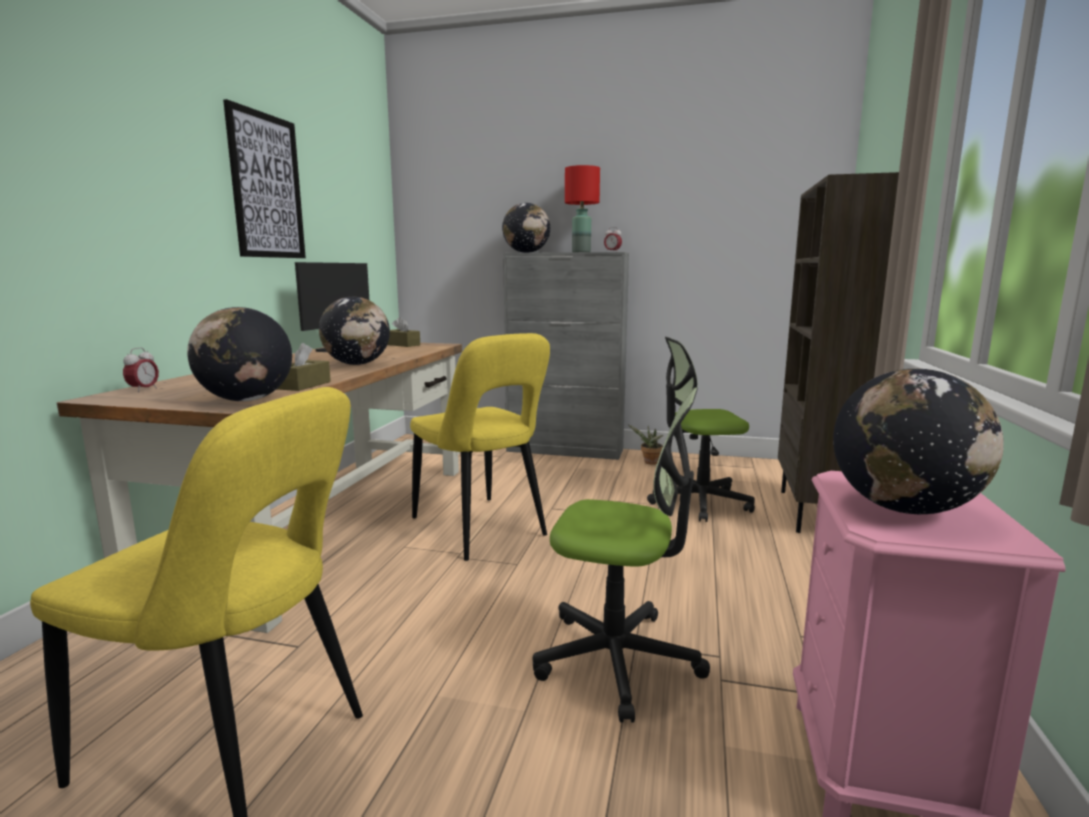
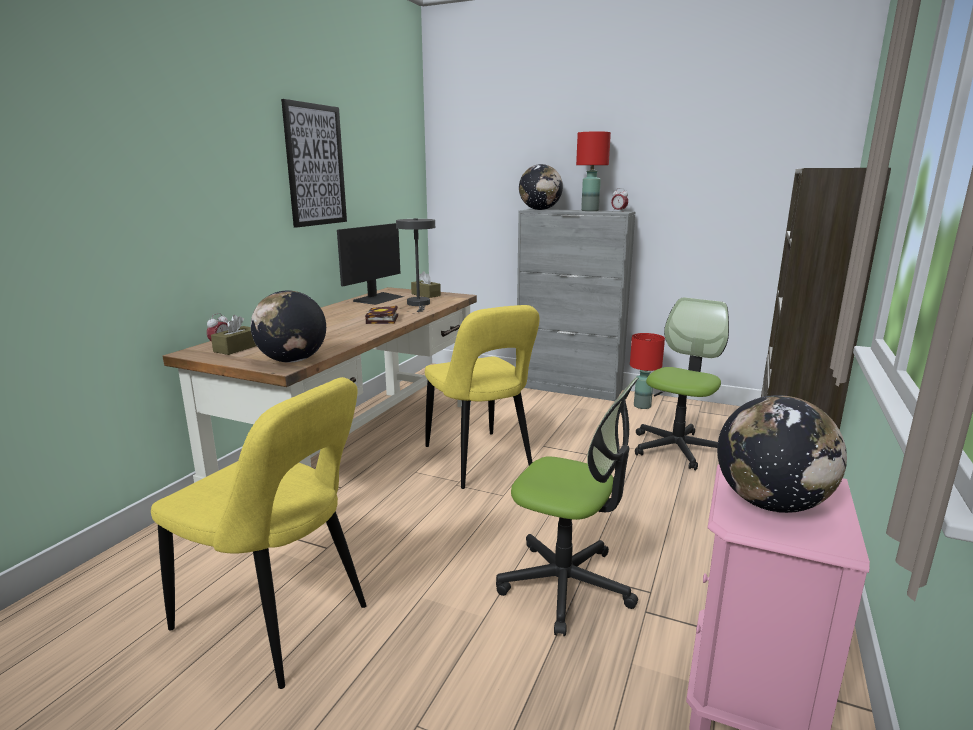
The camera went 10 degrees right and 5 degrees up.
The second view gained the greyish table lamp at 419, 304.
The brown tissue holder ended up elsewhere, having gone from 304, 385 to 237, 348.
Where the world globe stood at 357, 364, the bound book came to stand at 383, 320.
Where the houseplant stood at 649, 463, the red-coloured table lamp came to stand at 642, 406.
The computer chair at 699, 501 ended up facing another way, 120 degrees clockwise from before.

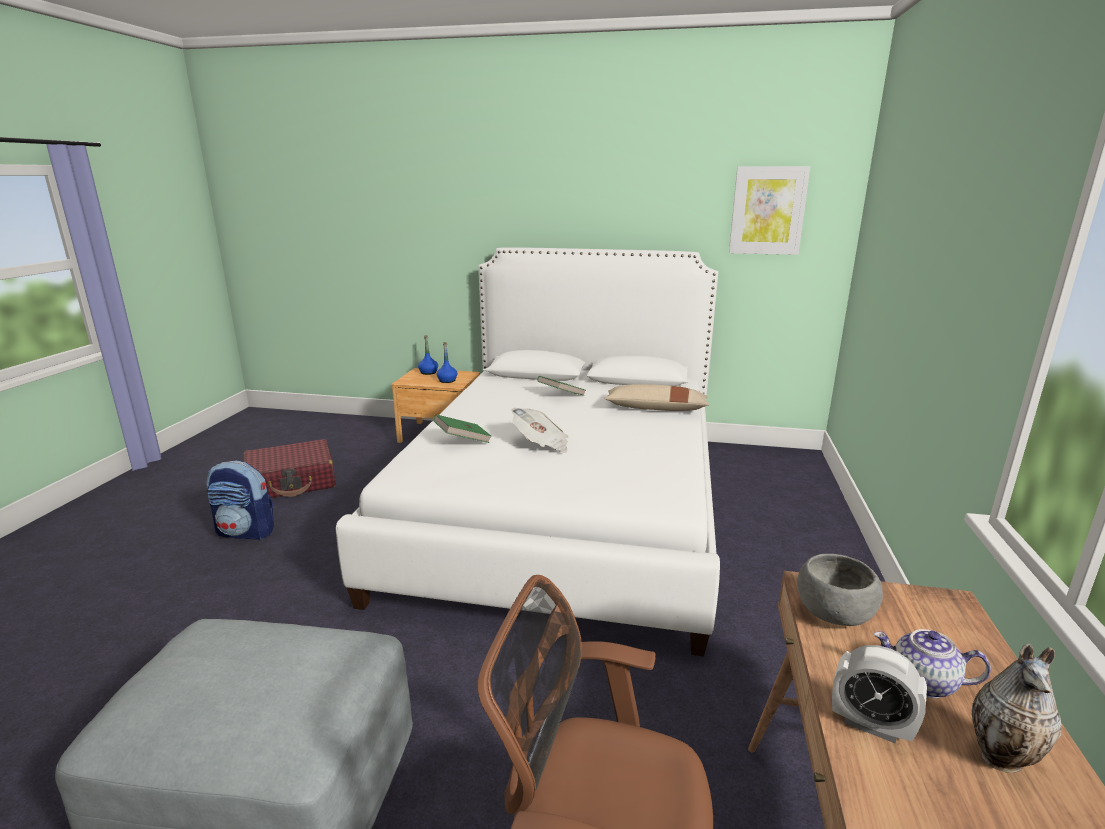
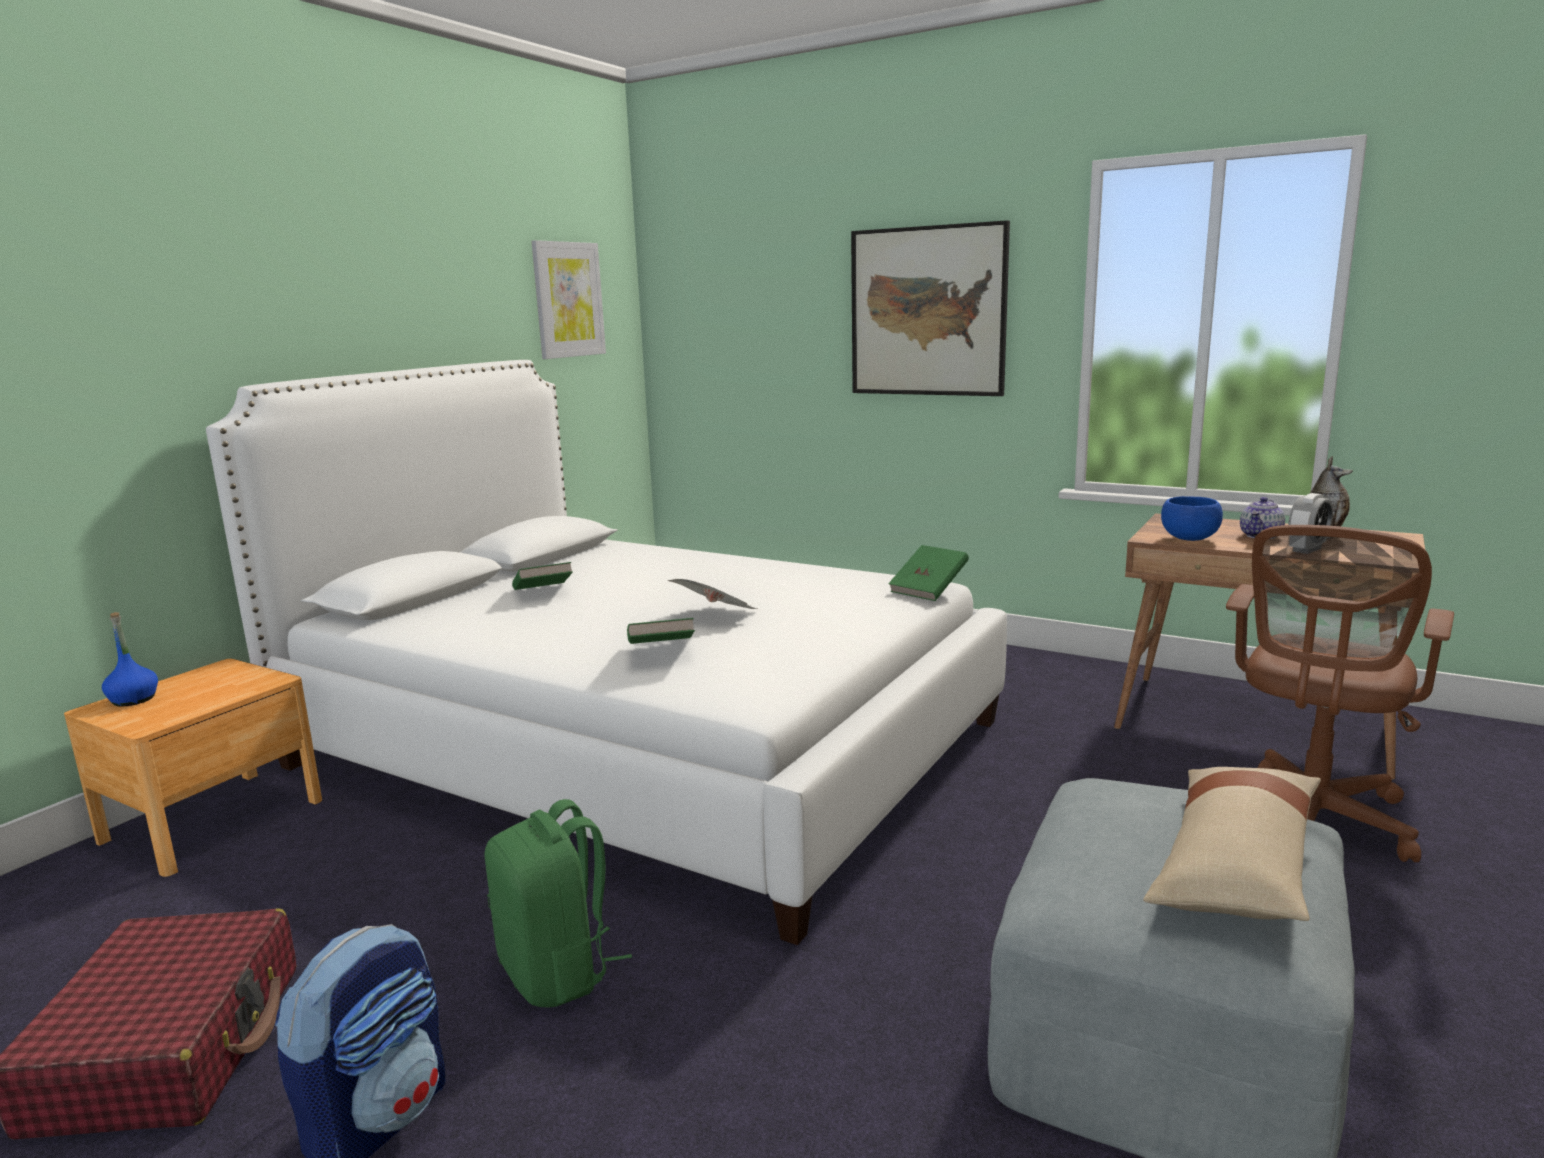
The camera went 70 degrees left and 5 degrees down.
The second view lost the blue-coloured drink bottle at 447, 380.
The second view gained the green-coloured backpack at 557, 972.
The second view gained the picture at 928, 312.
The second view gained the green-coloured bound book at 928, 590.
The beige throw pillow ended up elsewhere, having gone from 656, 409 to 1236, 865.
What was the greyish bowl at 833, 614 turned into the blue-coloured bowl at 1188, 539.

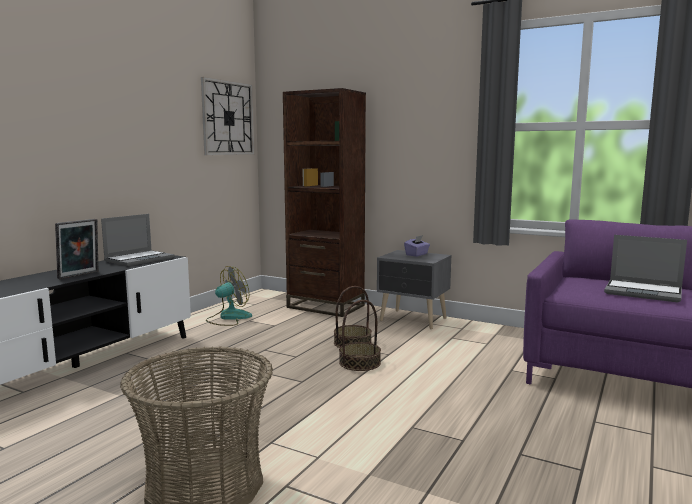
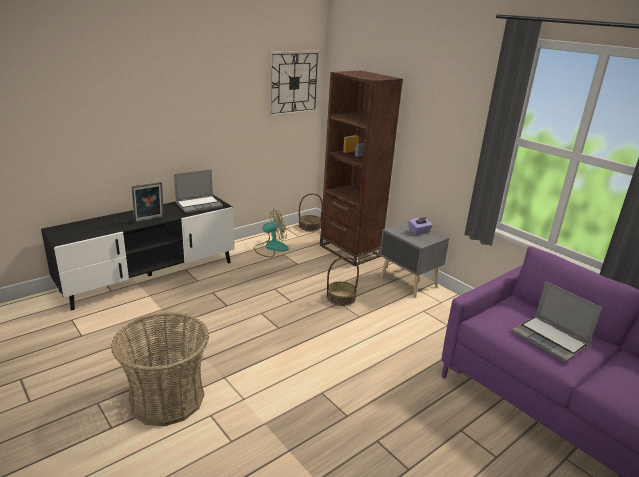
The camera went 20 degrees right and 15 degrees up.
The storage basket ended up elsewhere, having gone from 359, 363 to 310, 226.

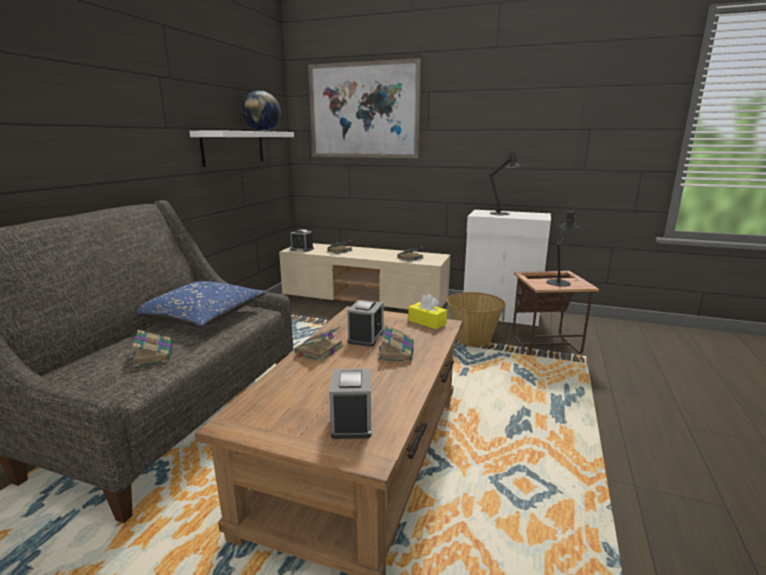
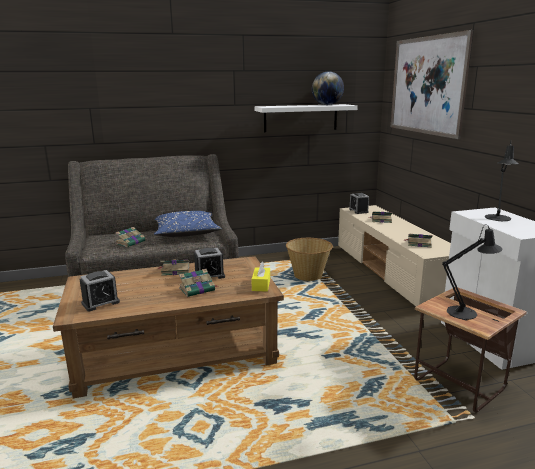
The camera went 55 degrees right and 0 degrees up.
The storage basket ended up elsewhere, having gone from 473, 339 to 308, 275.

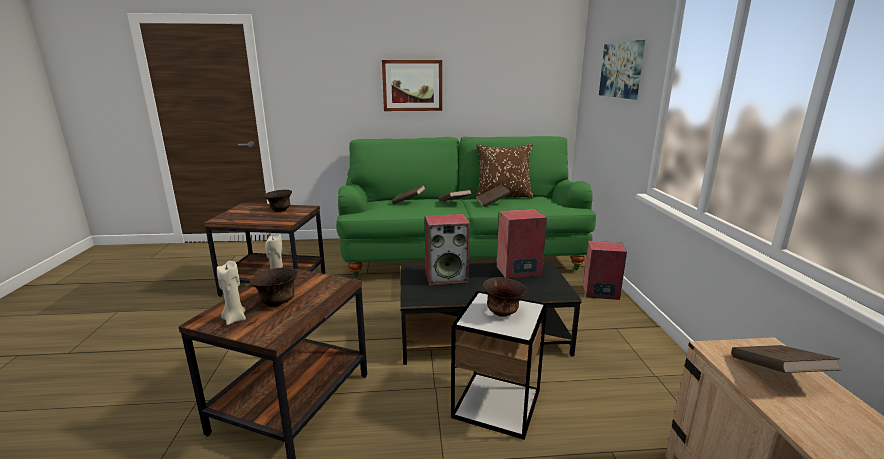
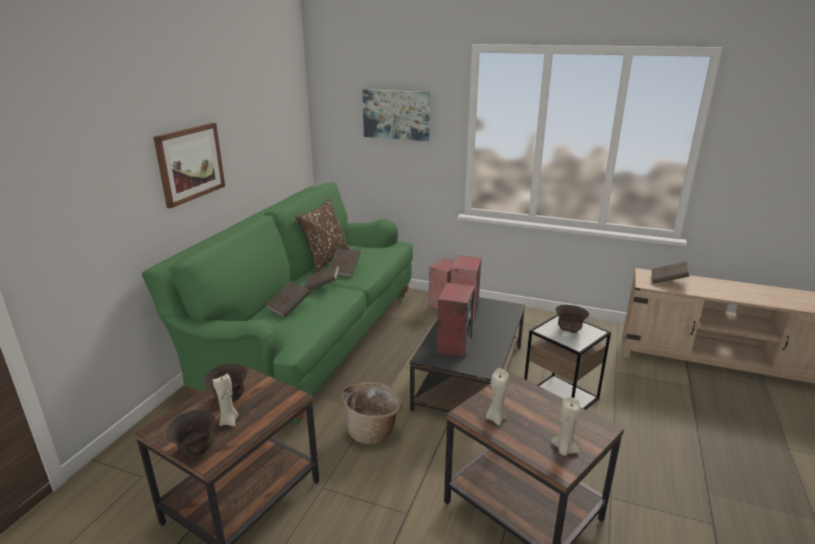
The camera went 65 degrees left and 5 degrees up.
The second view gained the beige wax candle at 229, 421.
The second view gained the storage basket at 373, 431.
The brown bowl ended up elsewhere, having gone from 278, 303 to 196, 450.

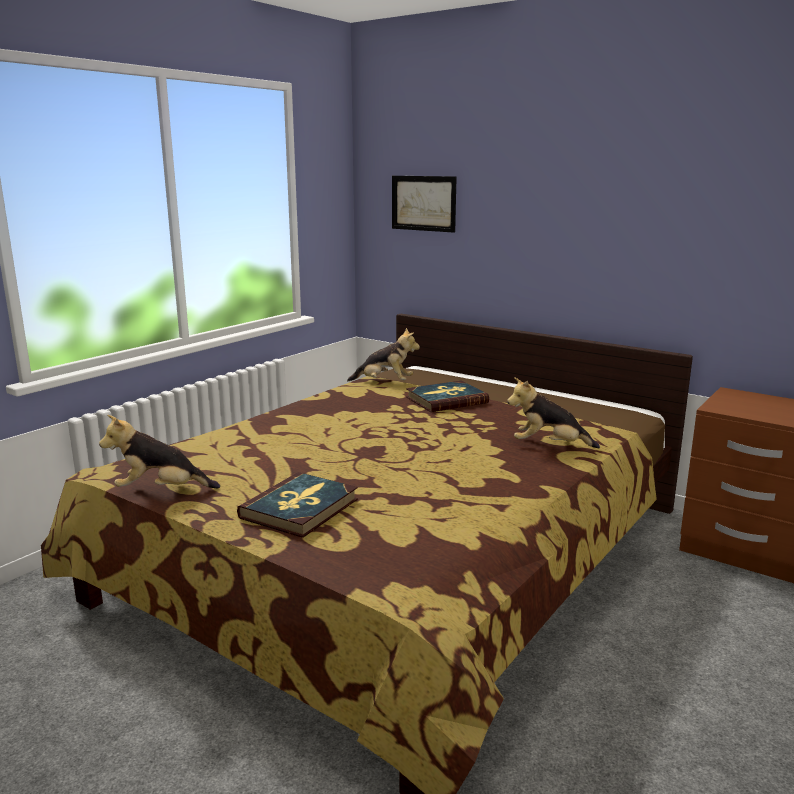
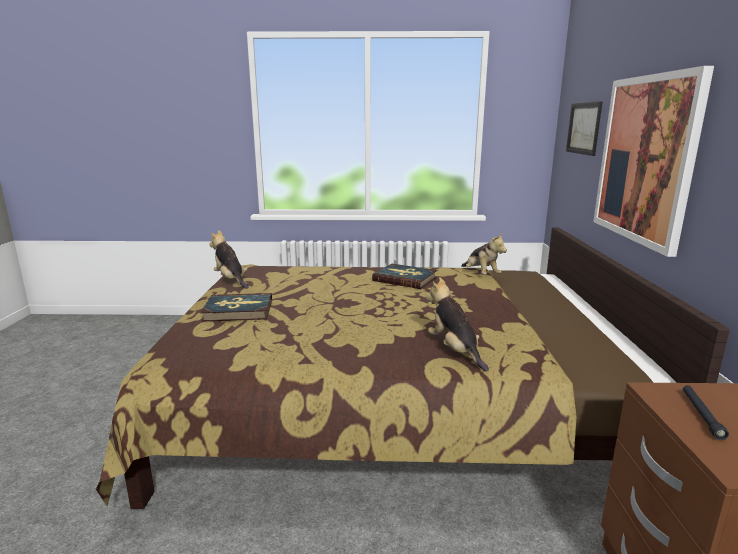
The camera went 55 degrees right and 0 degrees up.
The second view gained the picture at 645, 159.
The second view gained the black-coloured flashlight at 701, 415.
The bound book ended up elsewhere, having gone from 446, 400 to 405, 279.

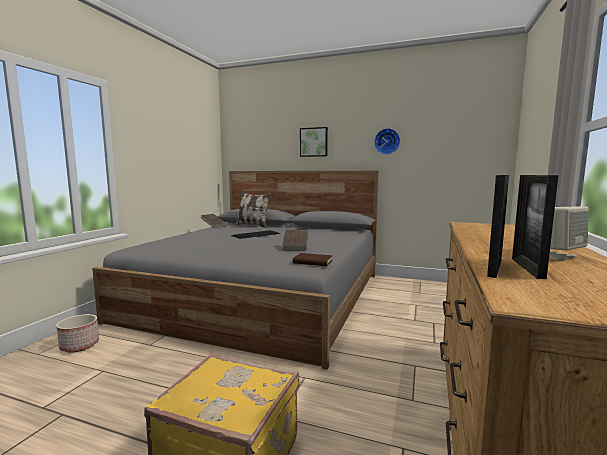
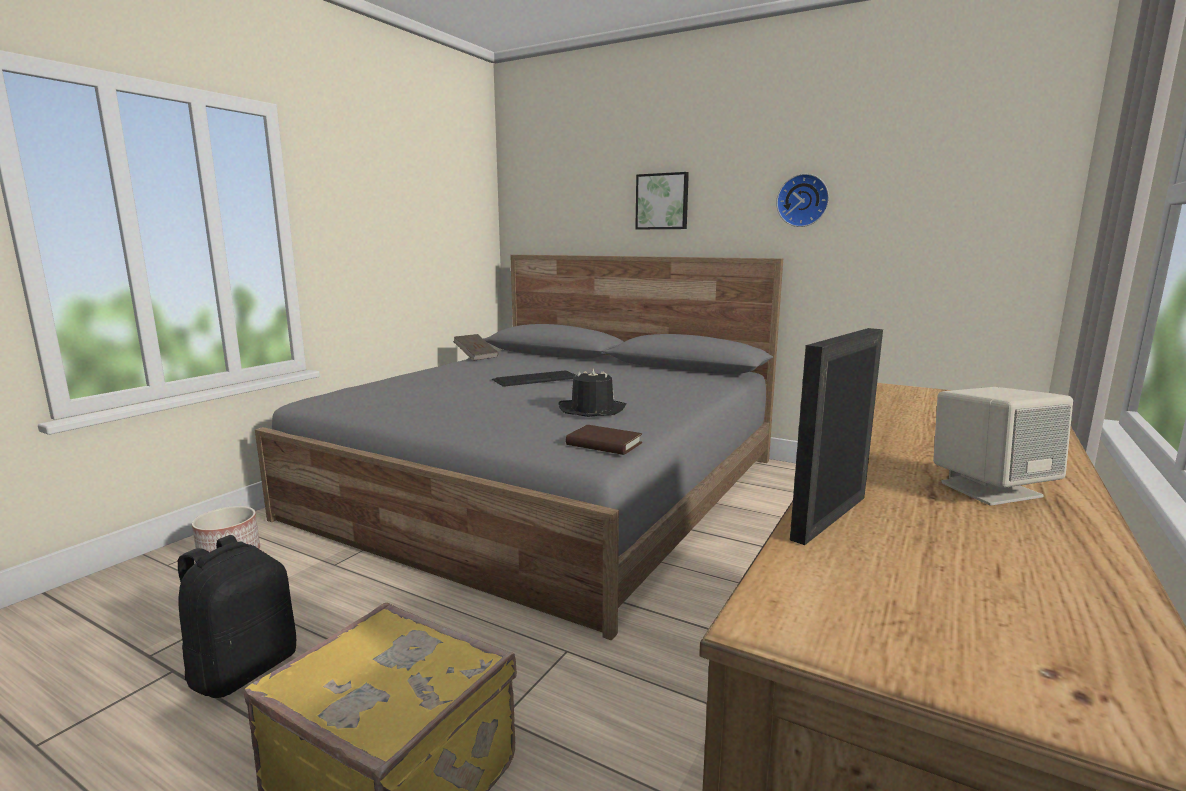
The camera went 10 degrees right and 5 degrees up.
The second view lost the throw pillow at 252, 226.
The second view lost the standing frame at 527, 268.
The second view gained the black-coloured backpack at 244, 669.
Where the brown bound book stood at 295, 247, the black-coloured hat came to stand at 592, 410.

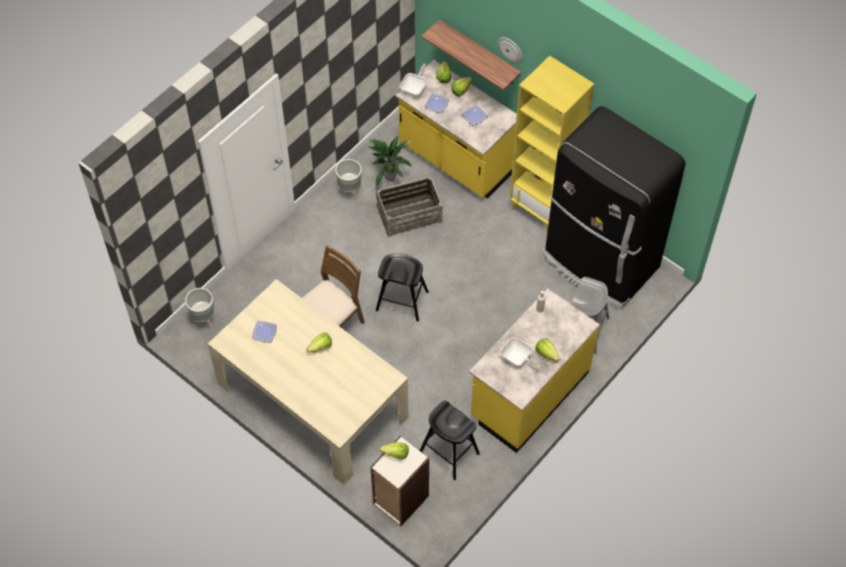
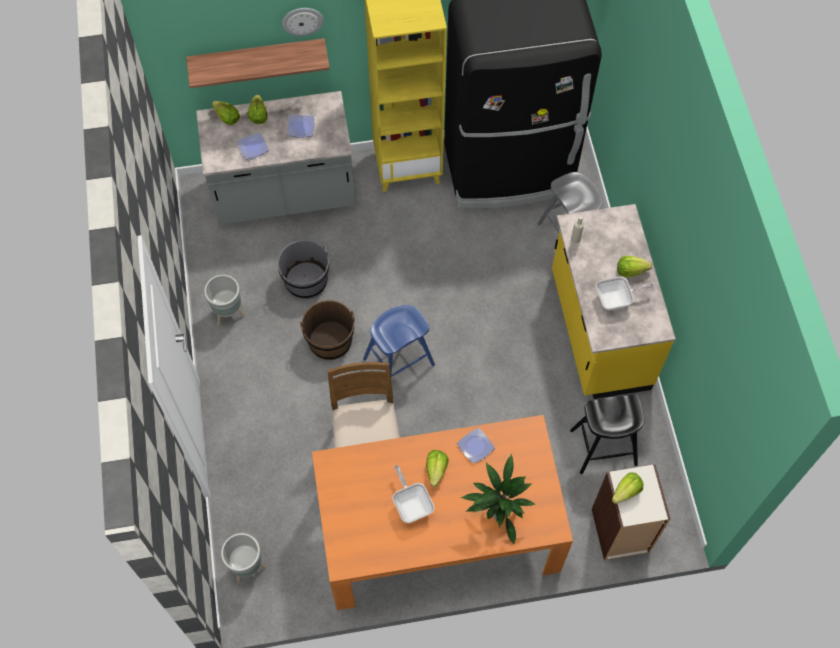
The camera went 50 degrees left and 5 degrees up.
The second view gained the brown bucket at 330, 341.
The flat dish ended up elsewhere, having gone from 265, 332 to 476, 446.
The houseplant ended up elsewhere, having gone from 390, 176 to 498, 512.
The skillet ended up elsewhere, having gone from 415, 89 to 411, 503.
Where the shipping crate stood at 409, 214, the greyish bucket came to stand at 306, 281.
What was the beige dining table at 312, 400 turned into the orange-coloured dining table at 438, 529.
What was the black-coloured stool at 402, 301 turned into the blue-coloured stool at 398, 362.
What was the yellow-coloured kitchen counter at 456, 160 turned into the greyish kitchen counter at 285, 196.

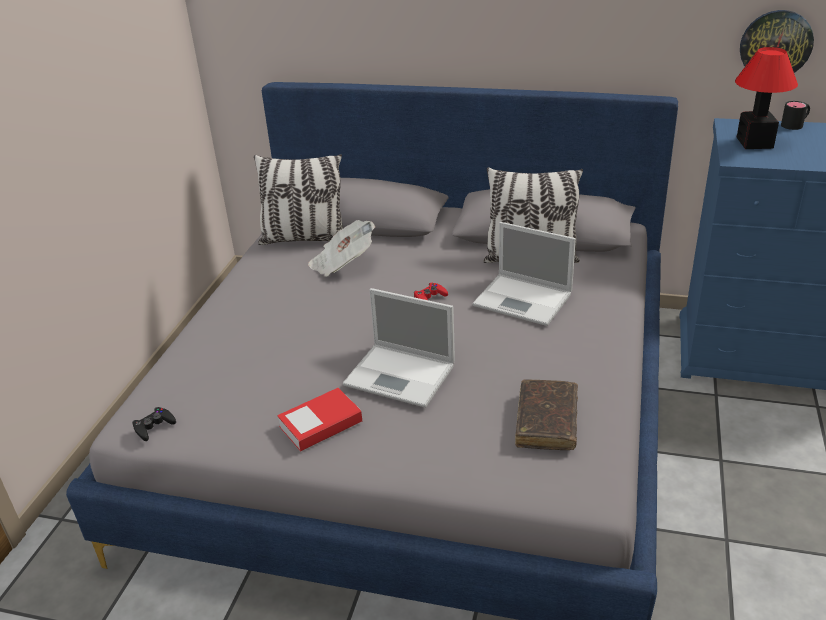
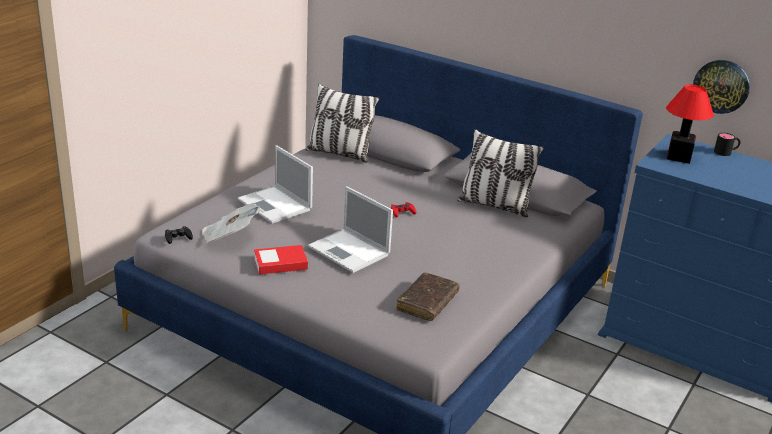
The camera went 15 degrees right and 5 degrees down.
The daily paper ended up elsewhere, having gone from 342, 264 to 229, 236.
The portable computer ended up elsewhere, having gone from 524, 300 to 275, 205.

